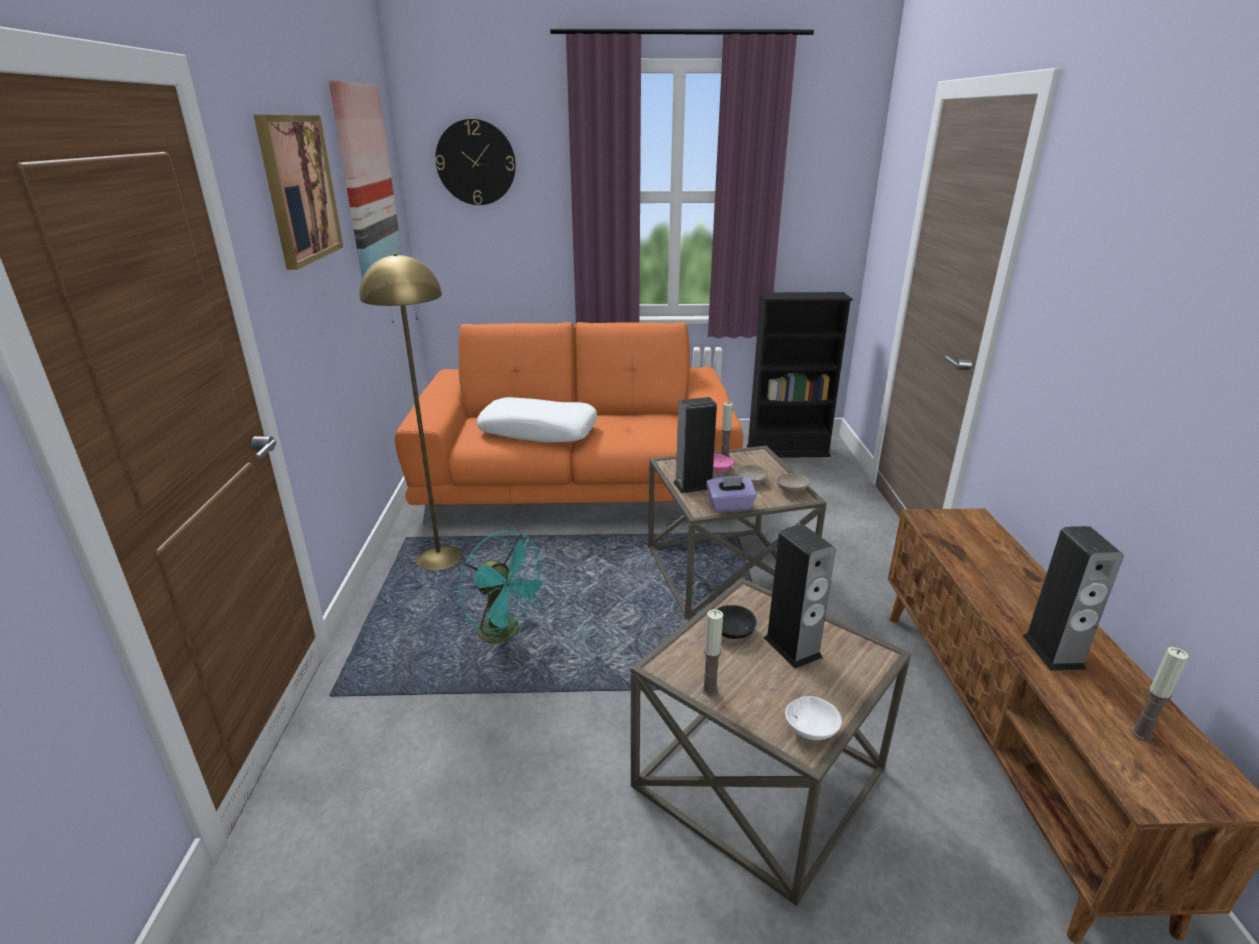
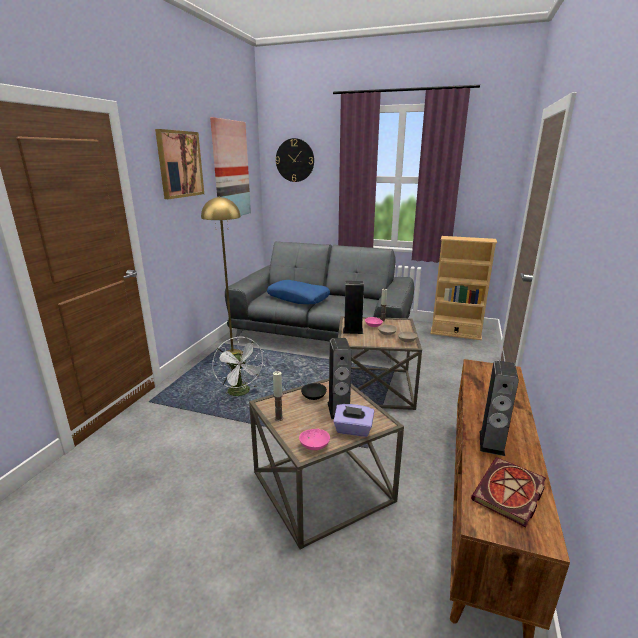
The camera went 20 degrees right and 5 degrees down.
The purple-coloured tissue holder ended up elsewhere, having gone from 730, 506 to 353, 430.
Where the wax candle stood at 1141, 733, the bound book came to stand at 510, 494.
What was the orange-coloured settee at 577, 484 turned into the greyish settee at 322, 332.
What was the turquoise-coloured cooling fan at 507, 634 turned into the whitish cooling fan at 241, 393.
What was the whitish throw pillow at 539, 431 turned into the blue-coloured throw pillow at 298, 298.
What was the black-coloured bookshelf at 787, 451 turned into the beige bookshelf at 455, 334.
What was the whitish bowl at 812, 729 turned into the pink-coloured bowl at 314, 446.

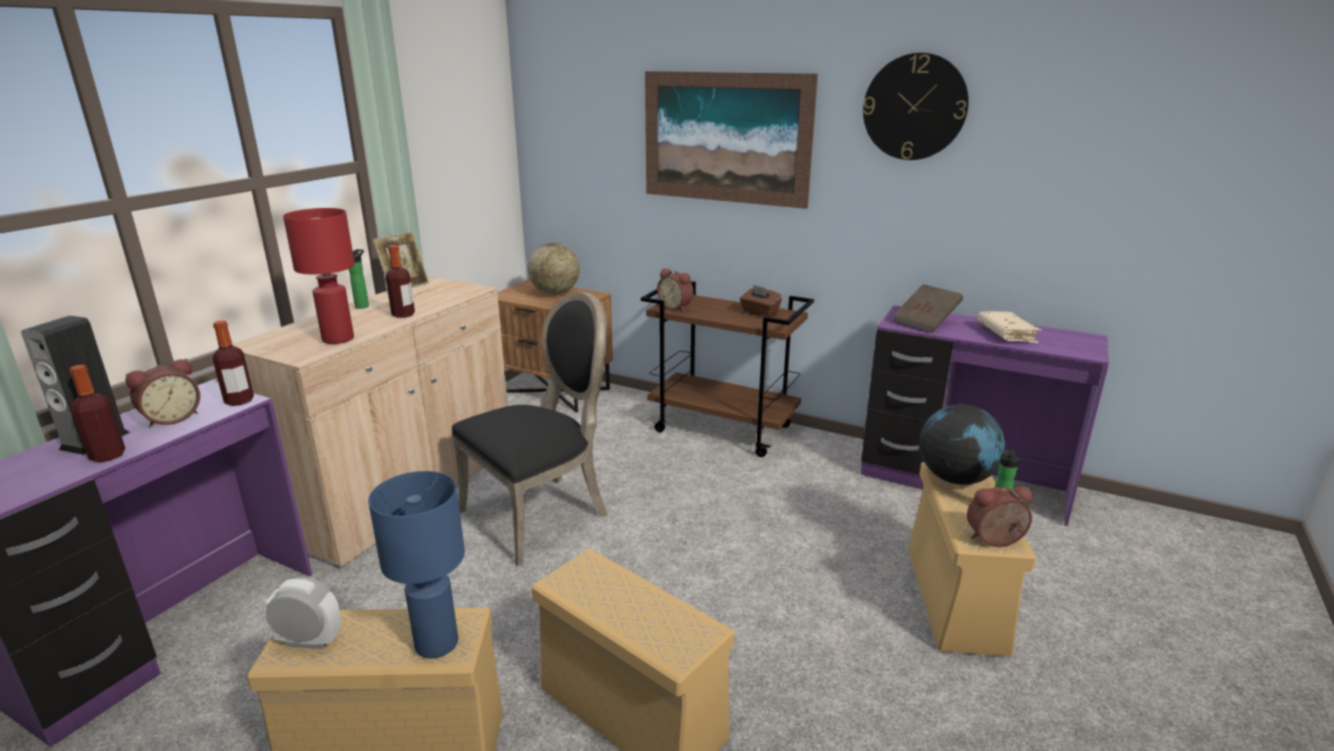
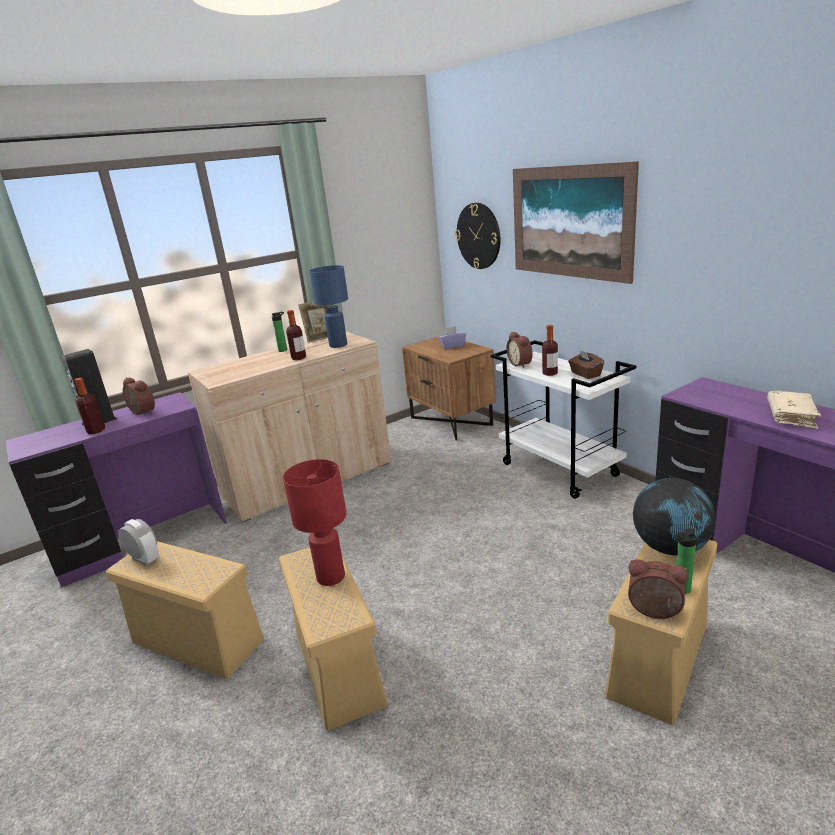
The camera went 30 degrees right and 0 degrees up.
The second view lost the black-coloured plain chair at 541, 513.
The second view lost the brown bound book at 926, 322.
The drink bottle ended up elsewhere, having gone from 239, 401 to 550, 373.
The red-coloured table lamp ended up elsewhere, having gone from 337, 339 to 330, 577.
The blue-coloured table lamp ended up elsewhere, having gone from 438, 643 to 339, 345.
The clock on the wall ended up elsewhere, having gone from 914, 107 to 478, 236.
Where the world globe stood at 555, 293, the purple-coloured tissue holder came to stand at 452, 346.
What was the brown cart at 724, 429 turned into the whitish cart at 560, 470.
The alarm clock at 171, 418 ended up facing another way, 120 degrees counterclockwise from before.

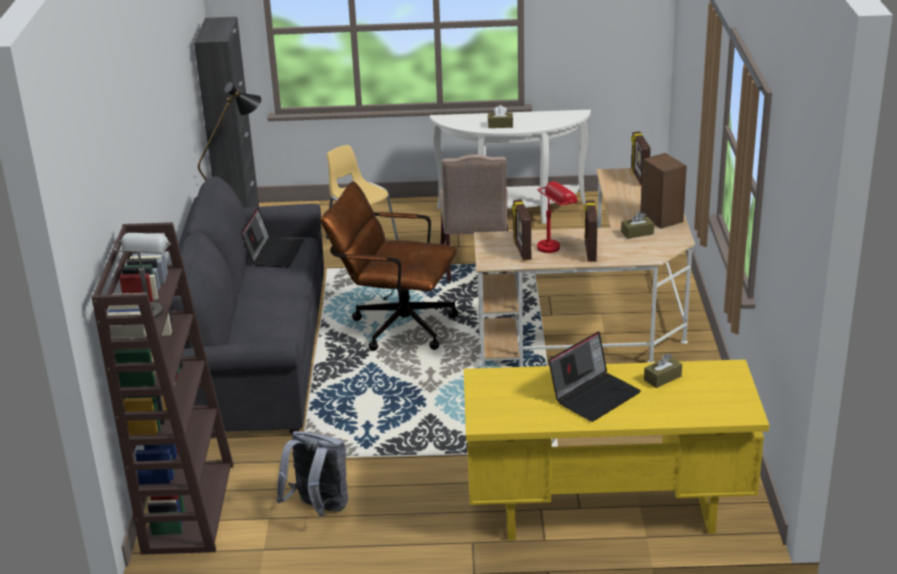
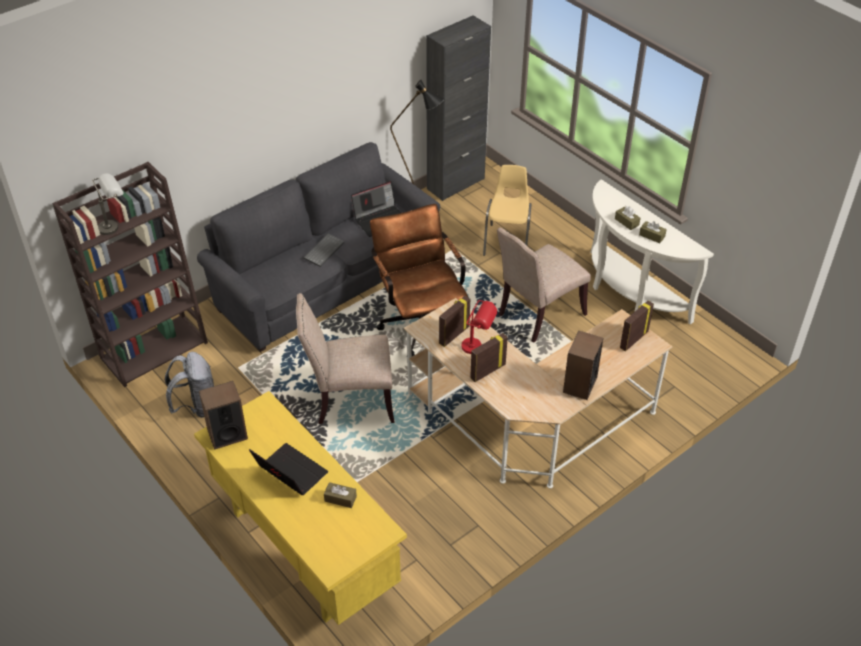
The camera went 50 degrees right and 15 degrees up.
The second view gained the speaker at 227, 434.
The second view gained the beige plain chair at 350, 401.
The second view gained the computer keyboard at 323, 250.
The brown tissue holder ended up elsewhere, having gone from 637, 233 to 652, 236.
The portable computer at 594, 395 ended up facing another way, 150 degrees counterclockwise from before.

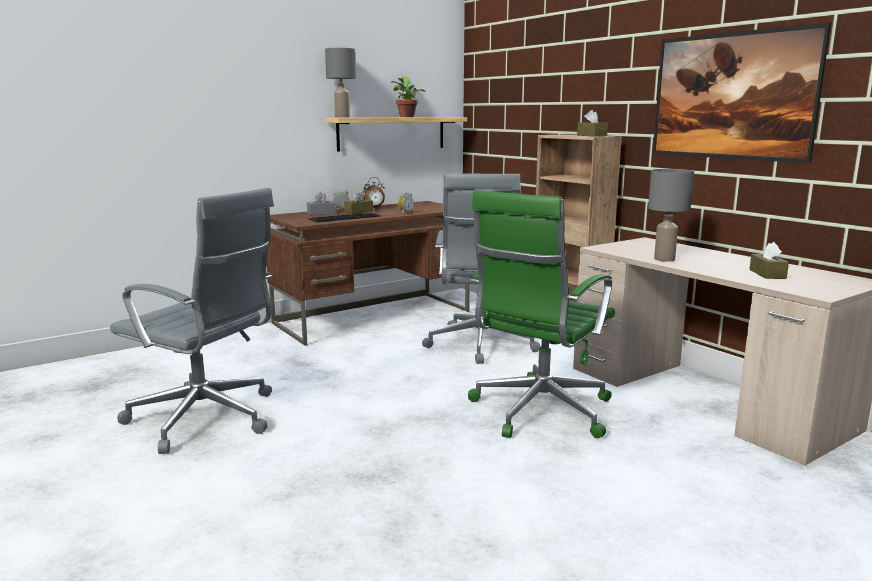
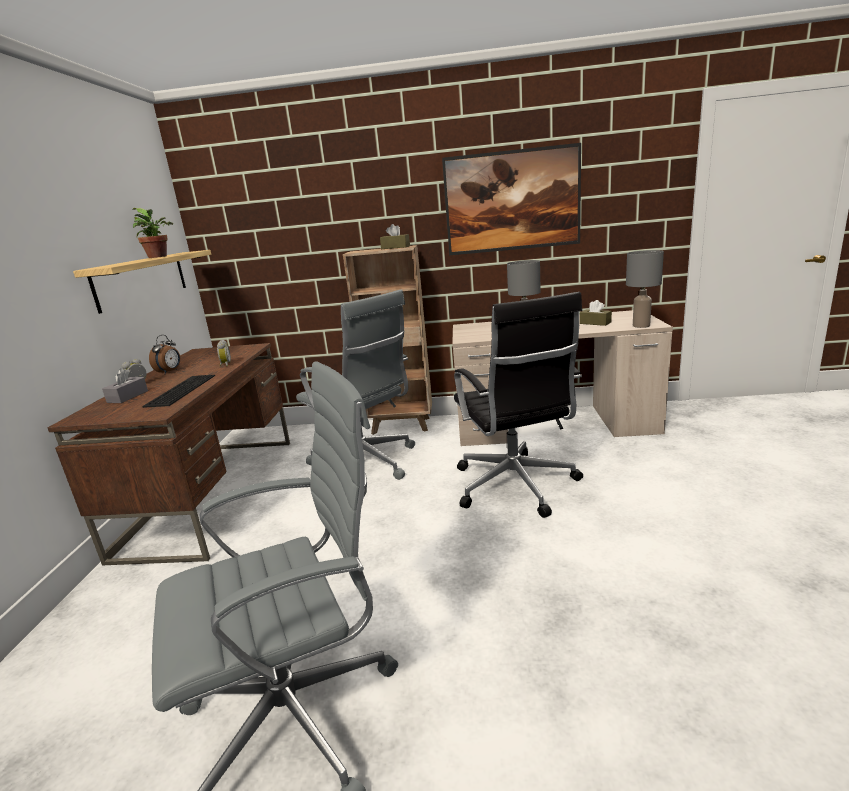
The camera went 50 degrees left and 5 degrees up.
The second view lost the brown tissue holder at 359, 212.
The greyish table lamp ended up elsewhere, having gone from 342, 117 to 641, 325.
What was the green-coloured computer chair at 538, 411 turned into the black-coloured computer chair at 516, 486.

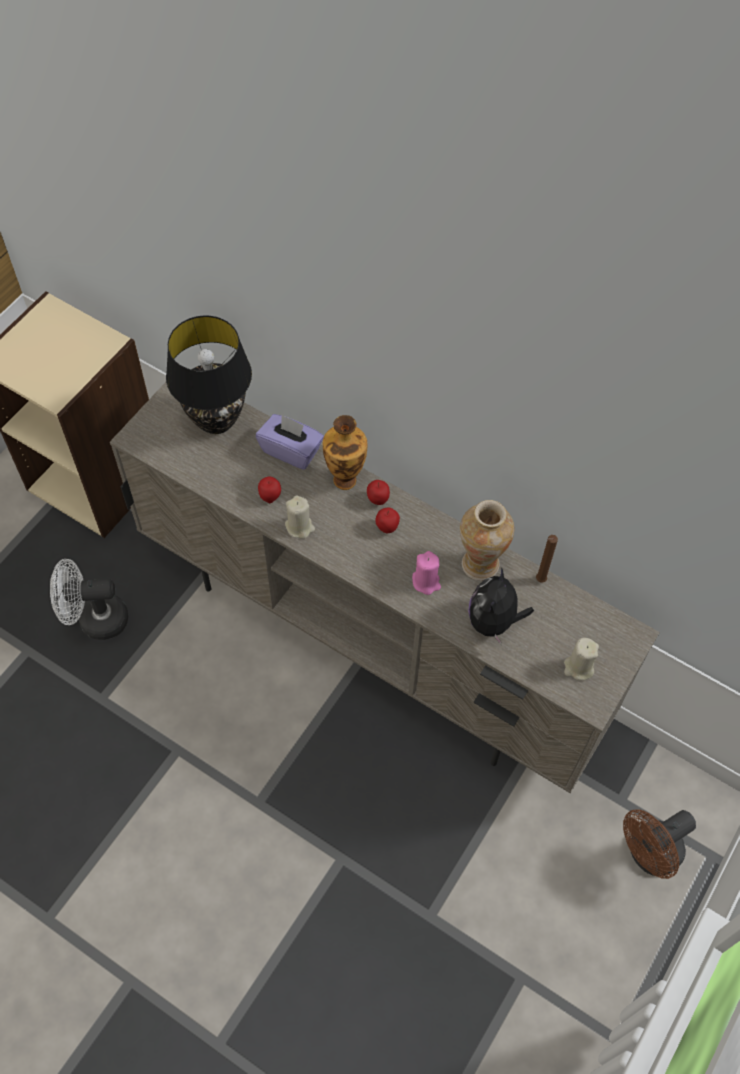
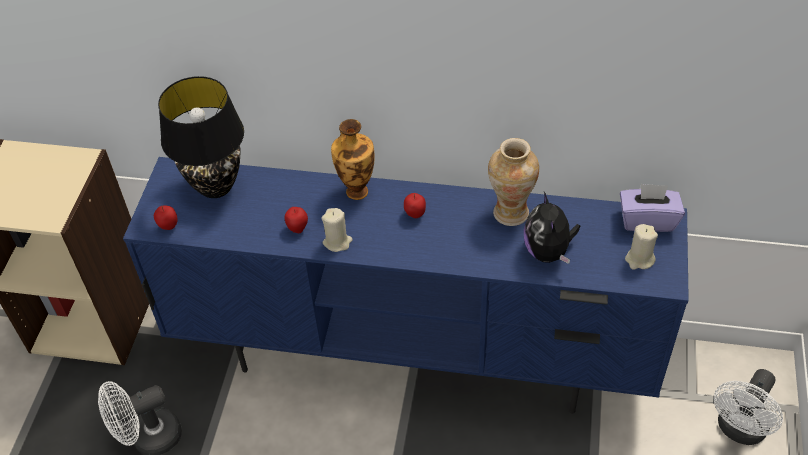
The camera went 20 degrees left and 10 degrees down.
The second view lost the pink-coloured wax candle at 426, 582.
The second view lost the brown wax candle at 539, 580.
The purple-coloured tissue holder ended up elsewhere, having gone from 291, 450 to 647, 220.
The apple fruit ended up elsewhere, having gone from 378, 500 to 168, 226.
What was the beige media console at 372, 641 turned into the blue-coloured media console at 414, 355.
What was the brown cooling fan at 648, 855 turned into the whitish cooling fan at 739, 430.

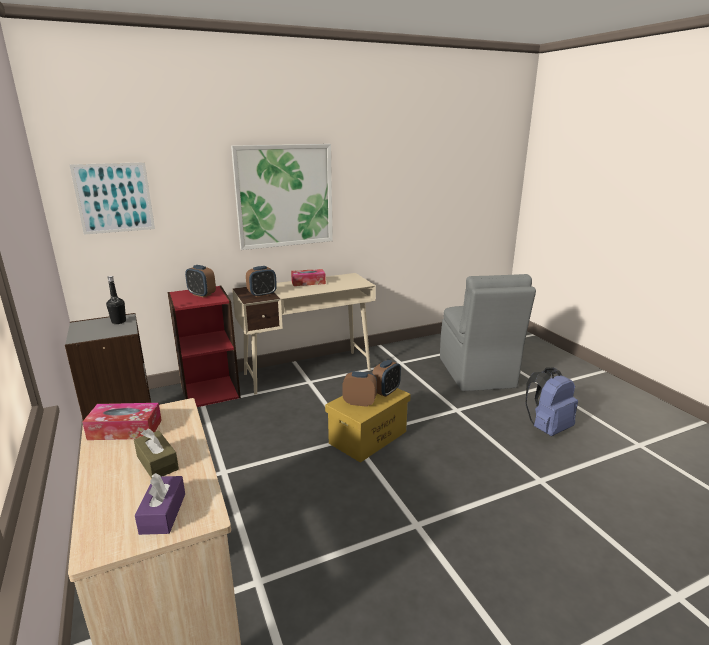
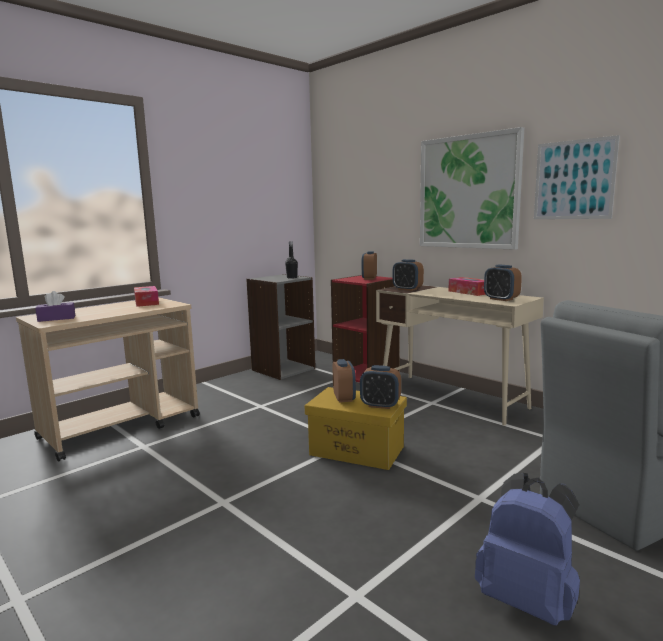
The camera went 70 degrees right and 10 degrees down.
The second view lost the brown tissue holder at 157, 463.
The second view gained the alarm clock at 501, 299.
The picture ended up elsewhere, having gone from 114, 198 to 574, 180.

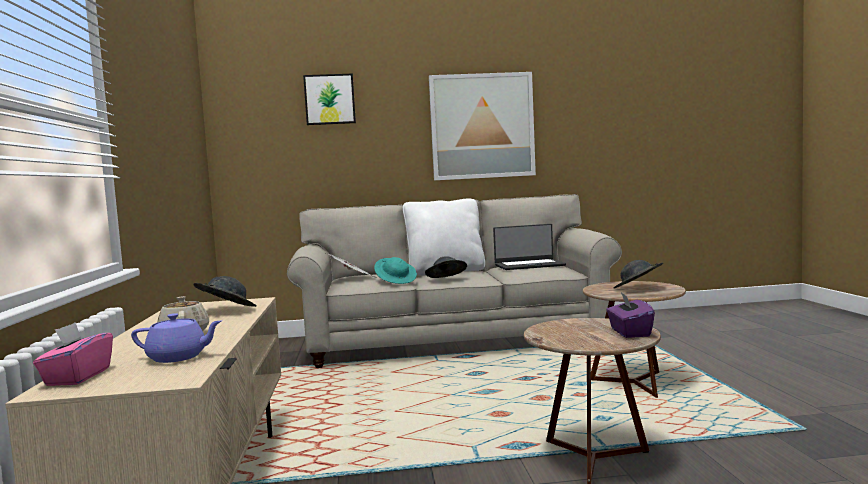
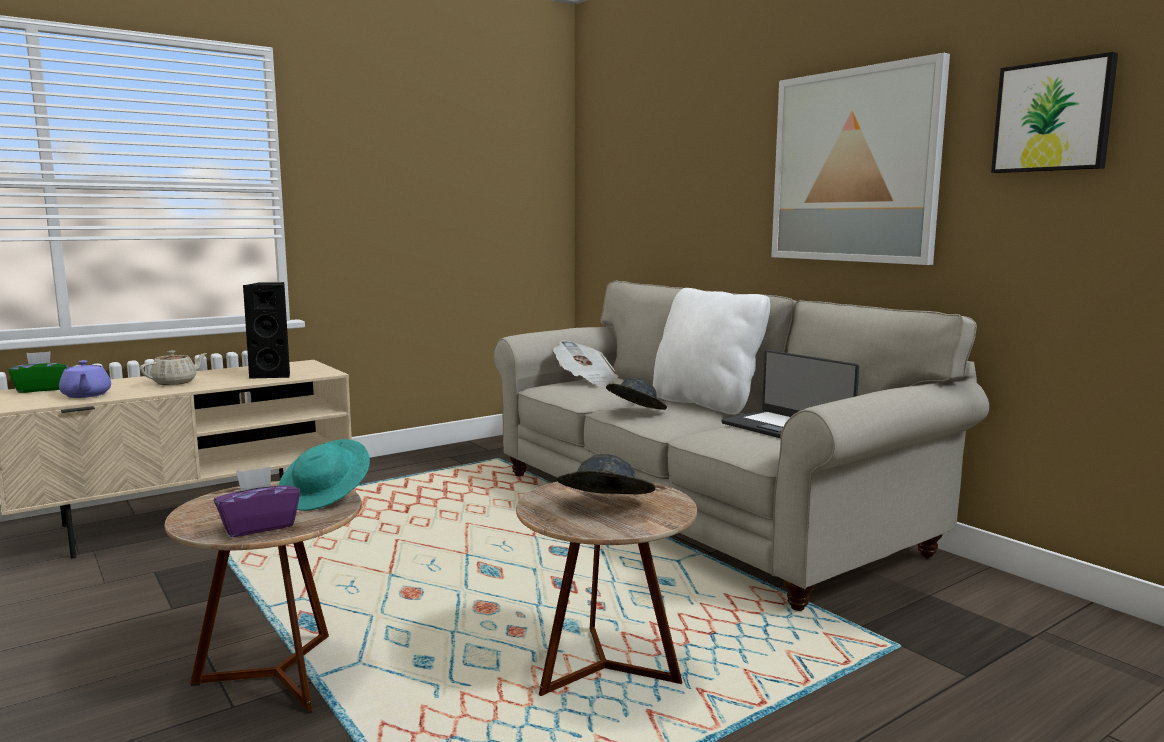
The camera went 60 degrees right and 5 degrees up.
The picture ended up elsewhere, having gone from 330, 99 to 1053, 116.
The turquoise-coloured hat ended up elsewhere, having gone from 396, 281 to 326, 496.
Where the greyish hat stood at 226, 311, the black-coloured speaker came to stand at 273, 375.
What was the pink-coloured tissue holder at 77, 377 turned into the green-coloured tissue holder at 42, 389.

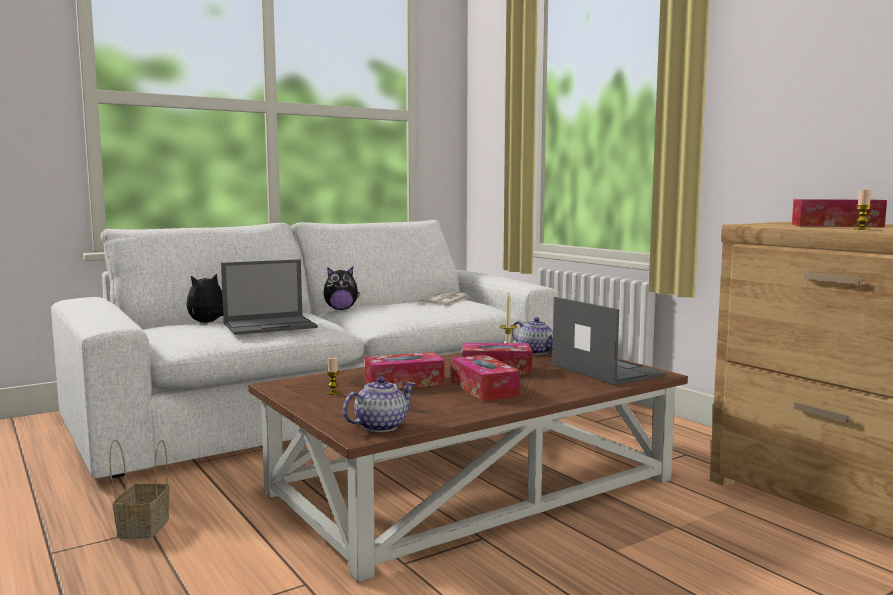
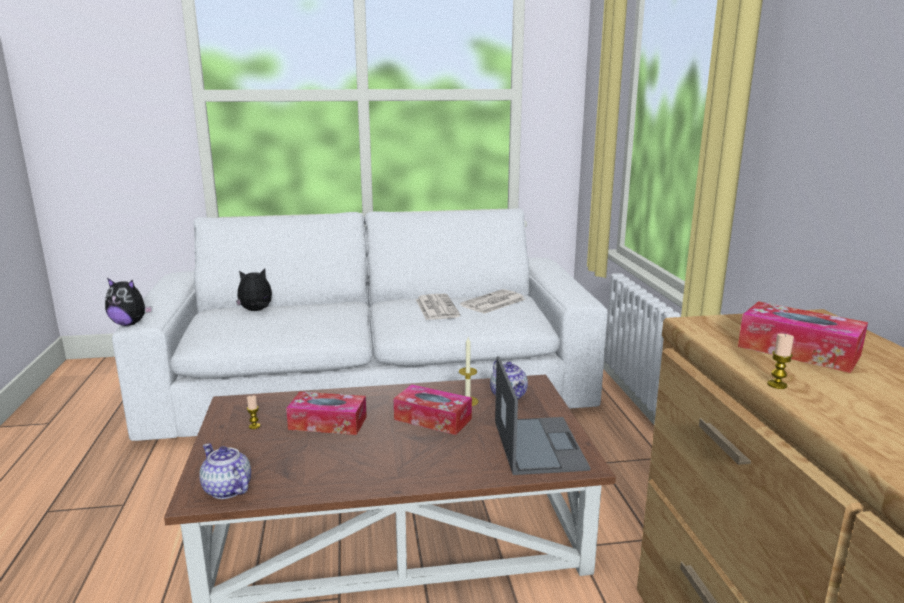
The camera went 25 degrees right and 10 degrees up.
The second view lost the storage basket at 143, 526.
The second view lost the portable computer at 271, 325.
The second view lost the tissue holder at 484, 389.
The second view gained the daily paper at 436, 307.
The cuddly toy ended up elsewhere, having gone from 341, 309 to 130, 324.
The tea pot at 380, 426 ended up facing another way, 120 degrees counterclockwise from before.

